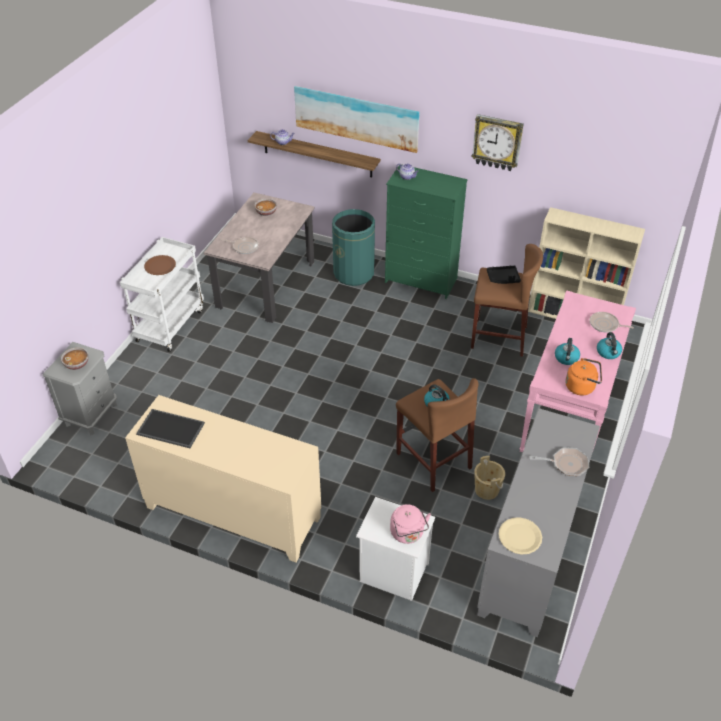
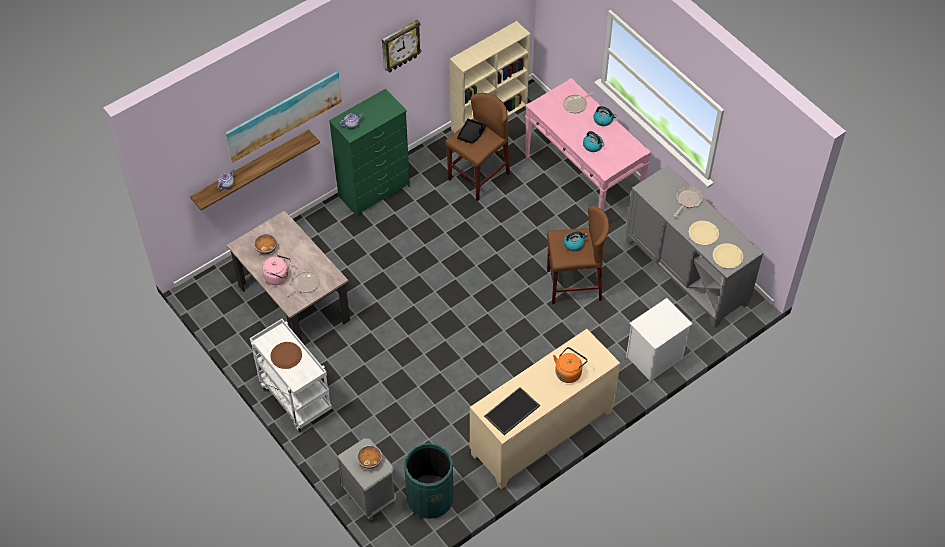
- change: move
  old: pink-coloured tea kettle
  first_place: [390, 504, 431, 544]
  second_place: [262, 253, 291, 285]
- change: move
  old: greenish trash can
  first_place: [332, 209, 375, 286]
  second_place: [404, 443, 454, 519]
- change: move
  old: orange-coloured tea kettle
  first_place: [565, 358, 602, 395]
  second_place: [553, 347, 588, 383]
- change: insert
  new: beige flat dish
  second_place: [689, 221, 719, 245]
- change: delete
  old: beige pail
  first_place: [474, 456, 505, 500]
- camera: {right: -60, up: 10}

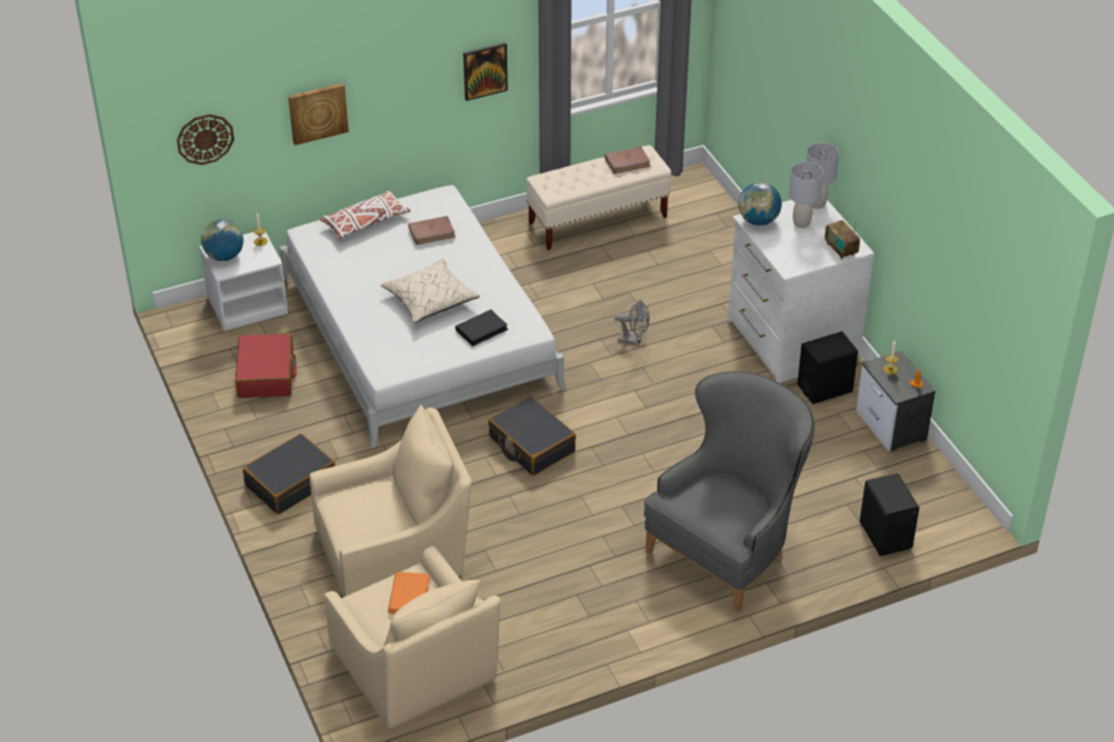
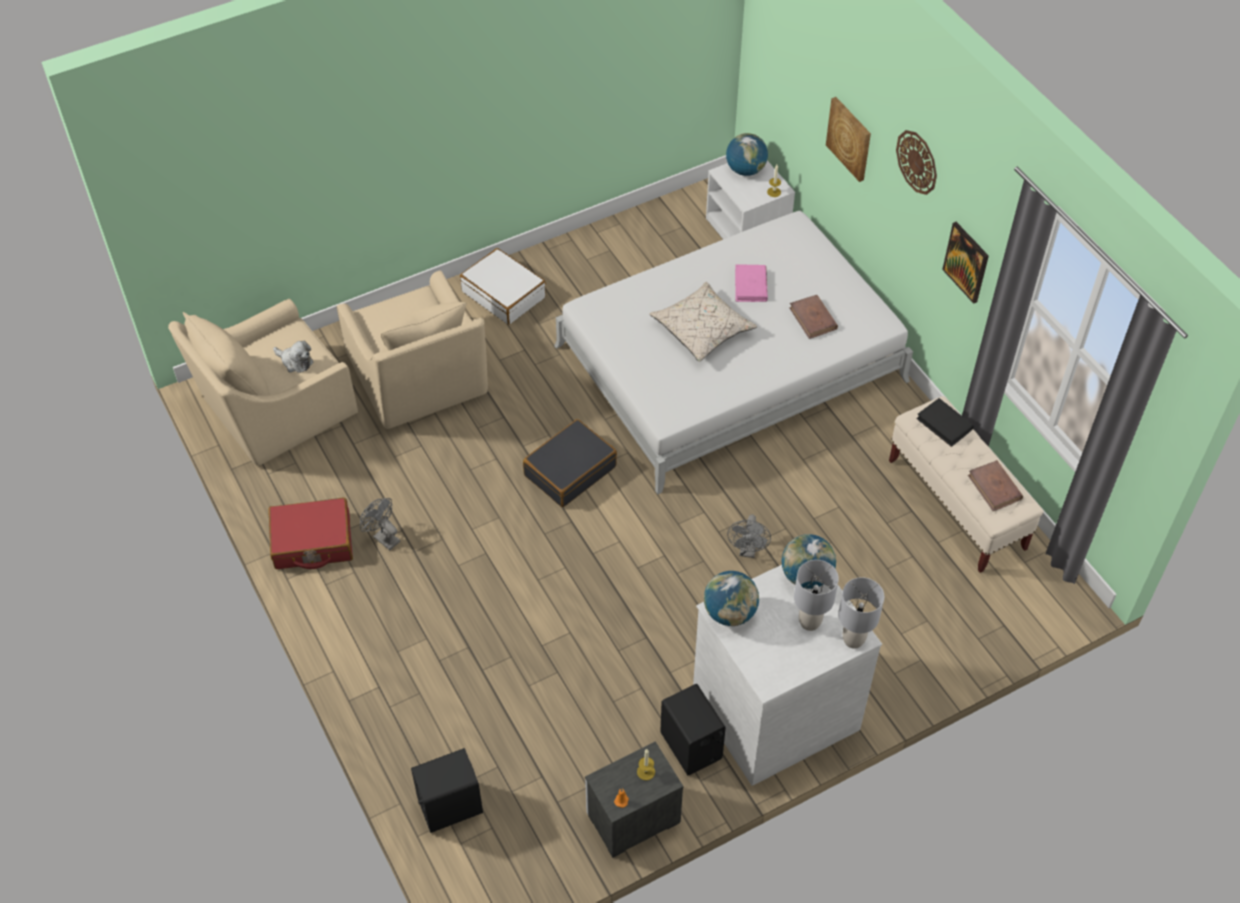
- change: move
  old: red travel case
  first_place: [235, 333, 297, 398]
  second_place: [268, 498, 353, 569]
- change: replace
  old: orange-coloured volume
  new: soft toy
  first_place: [388, 572, 430, 614]
  second_place: [273, 341, 313, 373]
- change: insert
  new: grey cooling fan
  second_place: [360, 498, 400, 550]
- change: recolor
  old: black-coloured travel case
  new: white travel case
  first_place: [243, 434, 335, 514]
  second_place: [460, 248, 546, 325]
- change: insert
  new: world globe
  second_place: [703, 571, 759, 626]
- change: insert
  new: pink-coloured volume
  second_place: [735, 265, 768, 302]
- change: move
  old: hanging clock
  first_place: [177, 114, 234, 165]
  second_place: [896, 130, 937, 195]
- change: move
  old: black-coloured volume
  first_place: [455, 310, 509, 347]
  second_place: [916, 398, 974, 447]
- change: delete
  old: white cushion
  first_place: [320, 191, 411, 239]
- change: delete
  old: grey easy chair
  first_place: [644, 371, 815, 612]
- change: delete
  old: radio
  first_place: [825, 220, 860, 260]
- camera: {right: 85, up: 10}

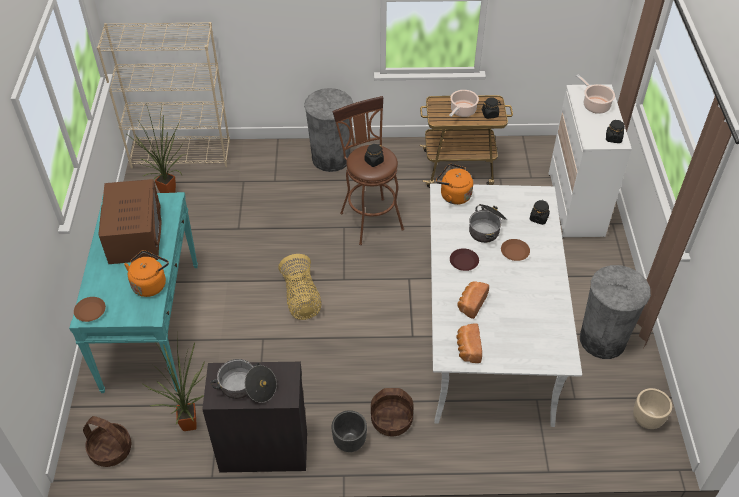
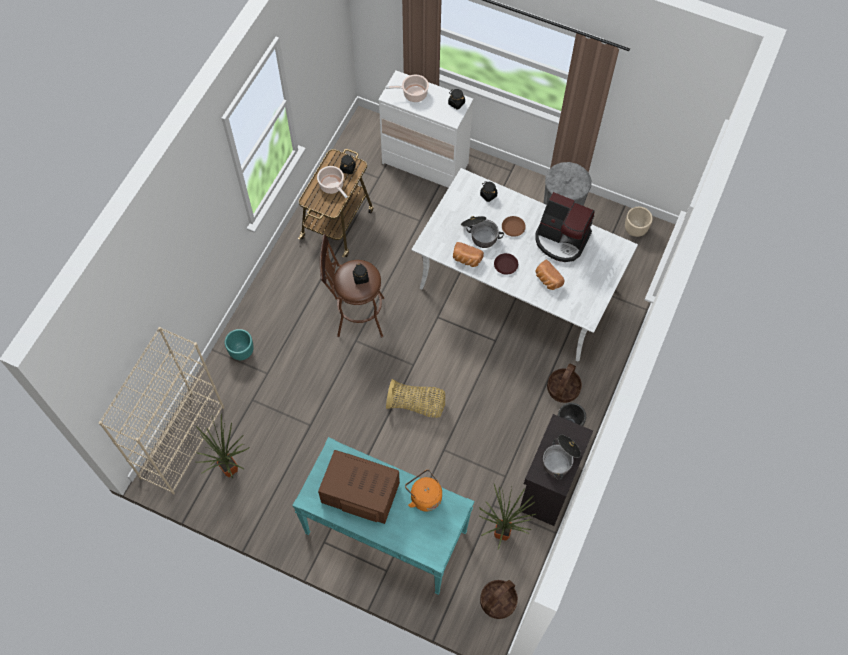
- change: insert
  new: blue-green plant pot
  second_place: [225, 329, 254, 360]
- change: move
  old: bakery bread
  first_place: [456, 323, 482, 363]
  second_place: [453, 242, 484, 267]
- change: insert
  new: coffee maker
  second_place: [535, 192, 595, 262]
- change: delete
  old: brown-coloured flat dish
  first_place: [74, 297, 106, 322]
- change: delete
  old: grey trash can
  first_place: [304, 88, 353, 172]
- change: delete
  old: orange-coloured tea kettle
  first_place: [436, 164, 473, 205]
- camera: {right: -65, up: 15}

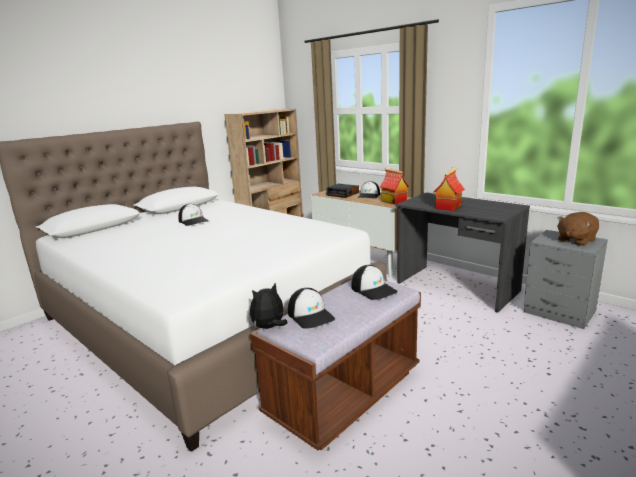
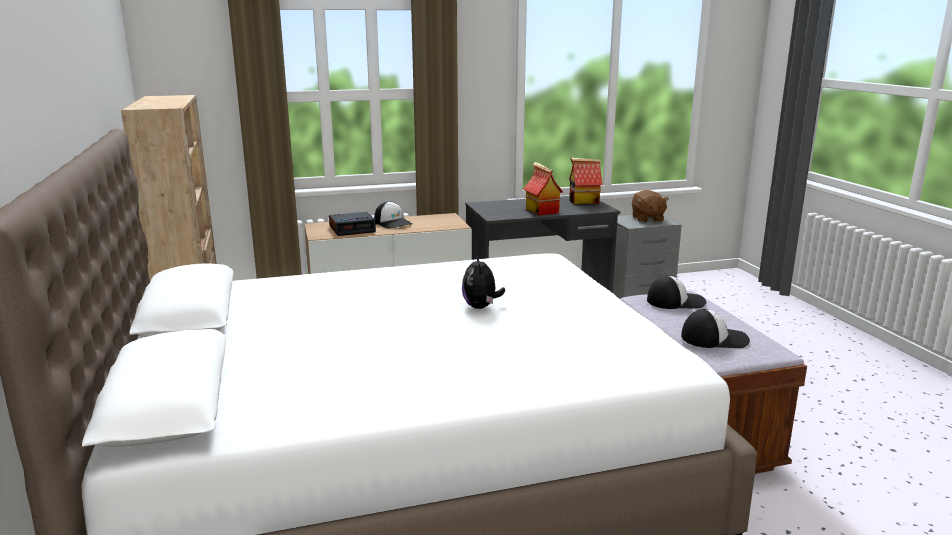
- change: move
  old: soft toy
  first_place: [250, 283, 288, 329]
  second_place: [462, 254, 505, 309]
- change: move
  old: model house
  first_place: [380, 167, 409, 205]
  second_place: [569, 158, 603, 205]
- change: delete
  old: peaked cap
  first_place: [178, 204, 209, 226]
- camera: {right: -60, up: 0}

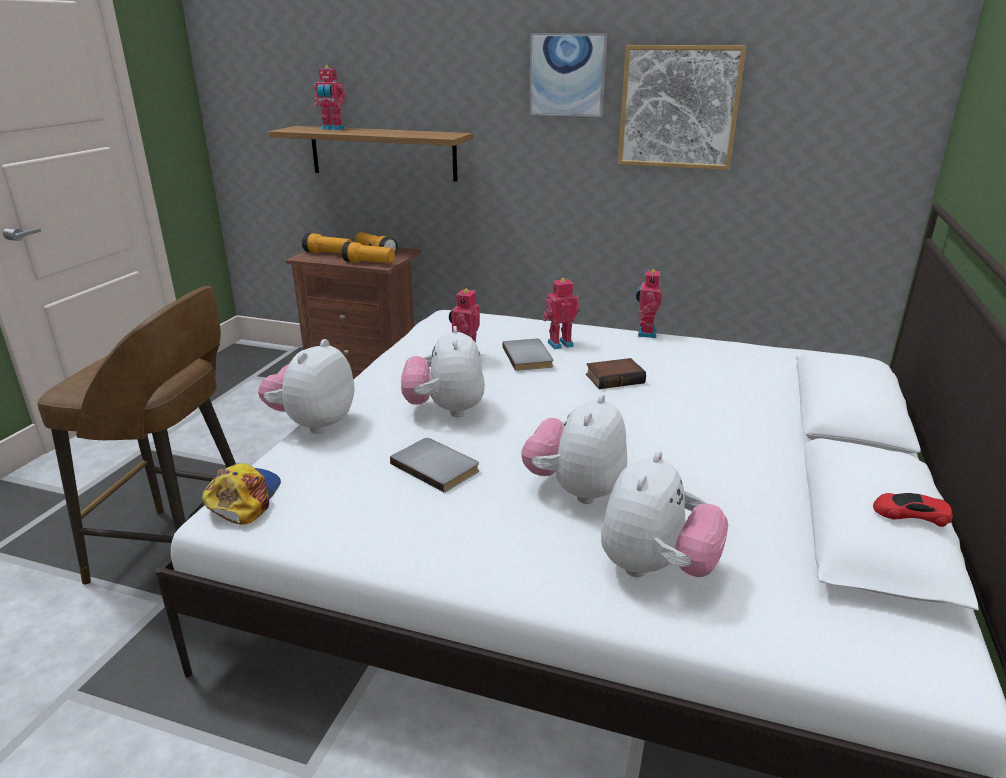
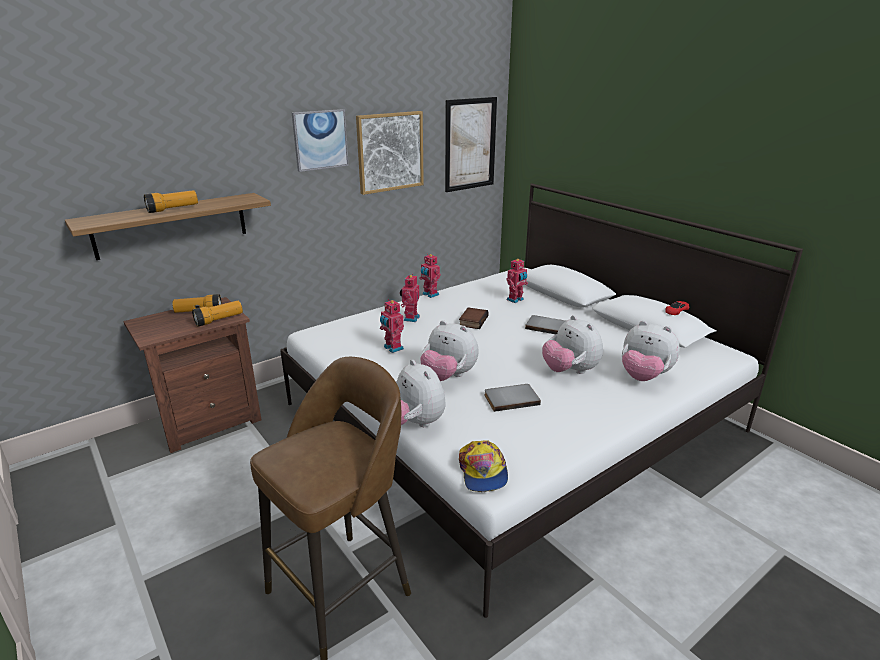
- change: move
  old: torch
  first_place: [302, 233, 352, 253]
  second_place: [144, 190, 198, 213]
- change: insert
  new: picture
  second_place: [445, 97, 497, 192]
- change: rotate
  old: peaked cap
  first_place: [202, 463, 281, 525]
  second_place: [459, 440, 508, 492]
  degrees: -135
- change: move
  old: toy robot
  first_place: [314, 65, 345, 130]
  second_place: [506, 258, 528, 303]
- change: move
  old: grey volume
  first_place: [502, 339, 553, 371]
  second_place: [525, 315, 565, 335]
- change: rotate
  old: soft toy
  first_place: [601, 451, 728, 577]
  second_place: [622, 321, 680, 381]
  degrees: 150
- camera: {right: -55, up: 0}

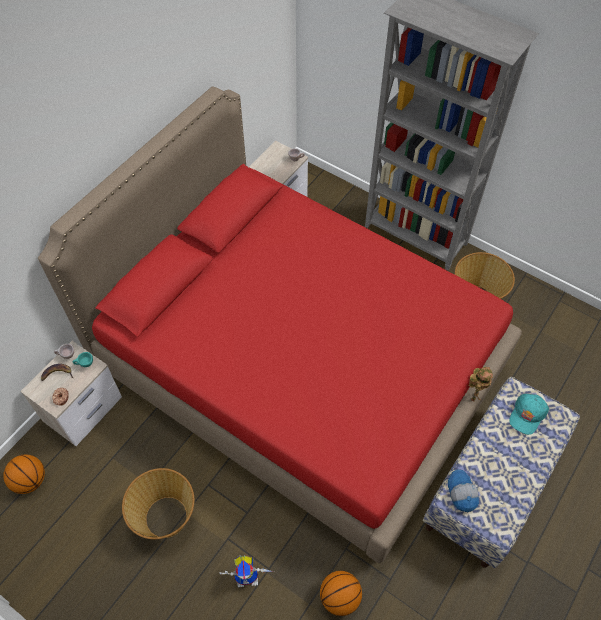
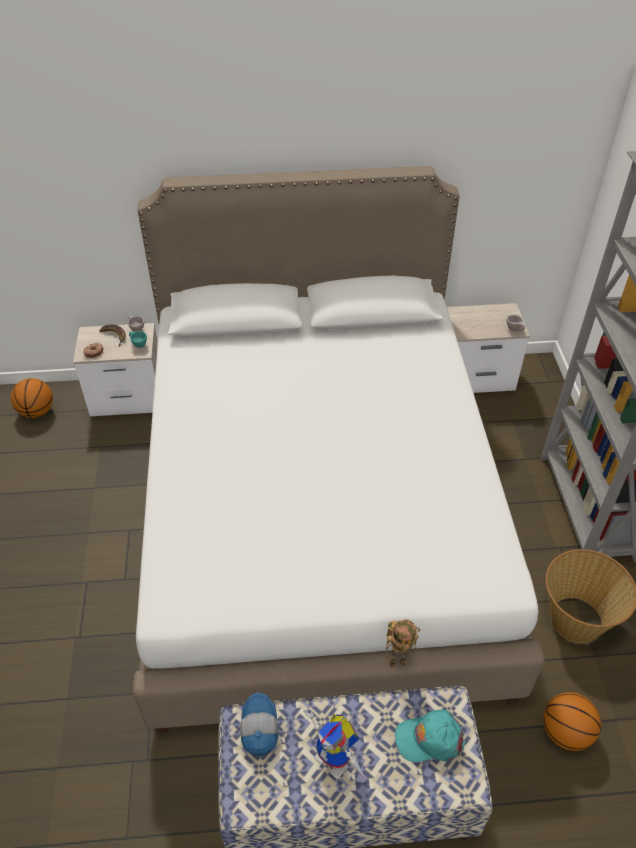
- change: recolor
  old: red sleeping bed
  new: white sleeping bed
  first_place: [38, 86, 522, 563]
  second_place: [132, 166, 545, 733]
- change: rotate
  old: peaked cap
  first_place: [448, 469, 479, 512]
  second_place: [240, 692, 278, 757]
  degrees: -45
- change: move
  old: toy robot
  first_place: [219, 555, 274, 587]
  second_place: [304, 708, 366, 780]
- change: move
  old: basketball
  first_place: [320, 571, 362, 616]
  second_place: [543, 692, 601, 751]
- change: delete
  old: basket
  first_place: [122, 468, 194, 539]
- camera: {right: 50, up: -10}

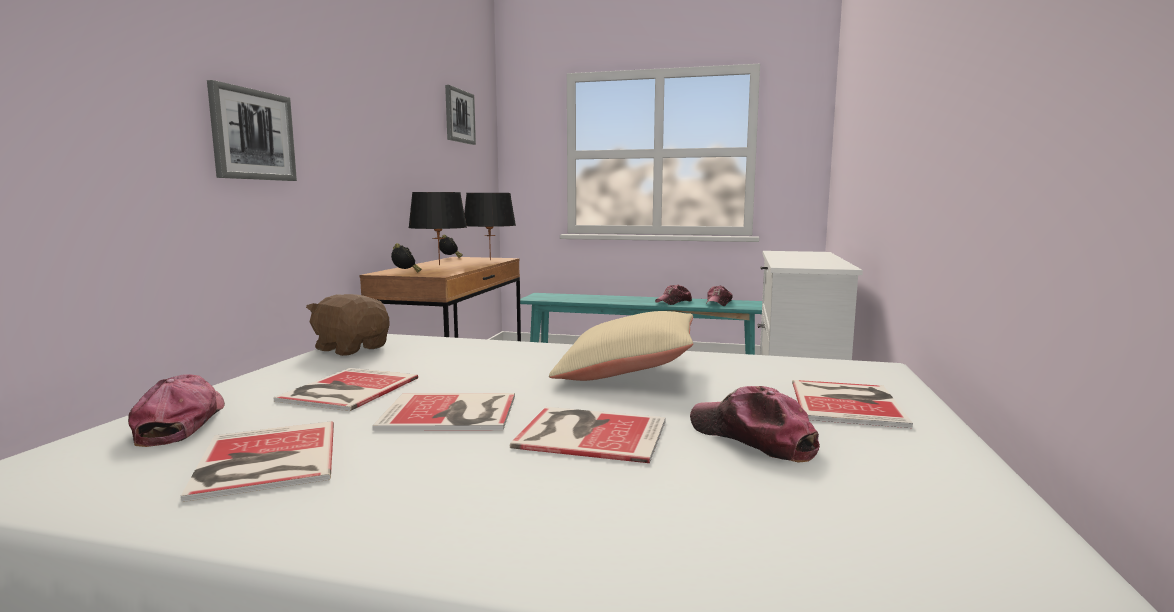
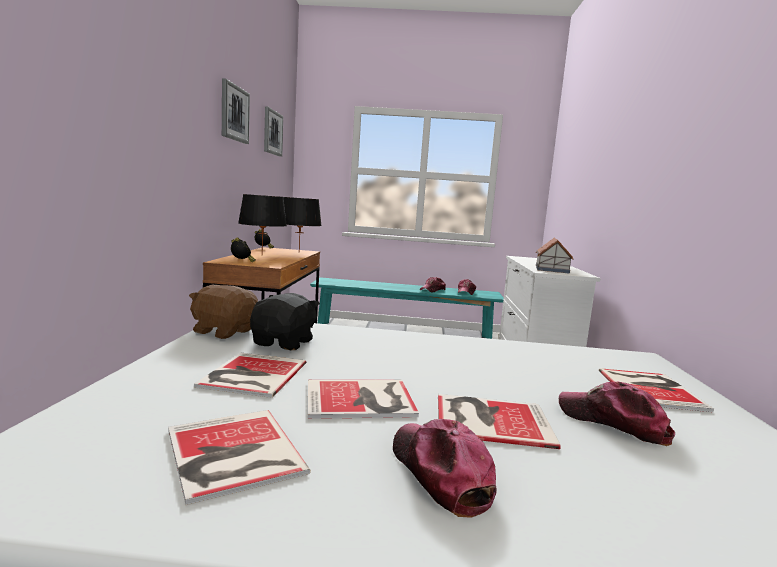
- change: move
  old: picture
  first_place: [207, 80, 297, 181]
  second_place: [222, 78, 250, 144]
- change: insert
  new: black-coloured soft toy
  second_place: [250, 293, 320, 350]
- change: move
  old: peaked cap
  first_place: [128, 374, 225, 447]
  second_place: [393, 419, 497, 518]
- change: insert
  new: model house
  second_place: [536, 238, 573, 274]
- change: delete
  old: beige cushion
  first_place: [549, 311, 693, 381]
- camera: {right: -10, up: 0}

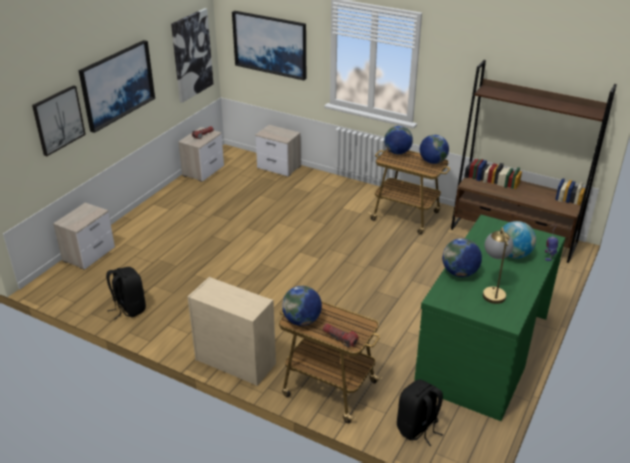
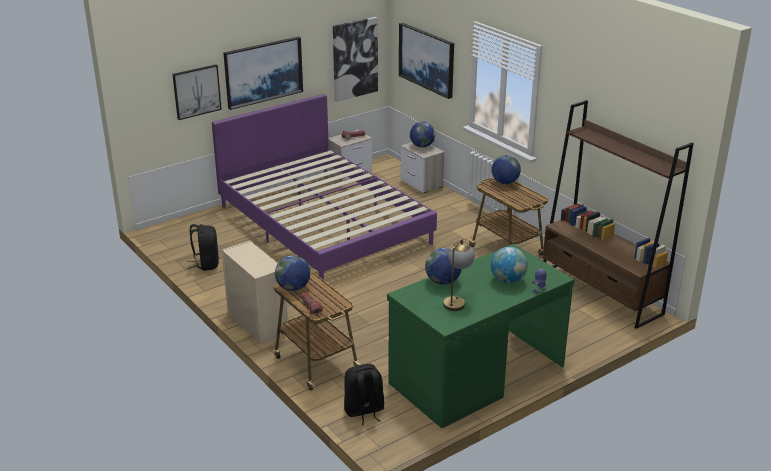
- change: insert
  new: purple-coloured sleeping bed
  second_place: [212, 94, 437, 280]
- change: move
  old: world globe
  first_place: [420, 135, 449, 164]
  second_place: [410, 122, 435, 147]
- change: delete
  old: nightstand
  first_place: [53, 203, 115, 269]
- camera: {right: 25, up: -5}

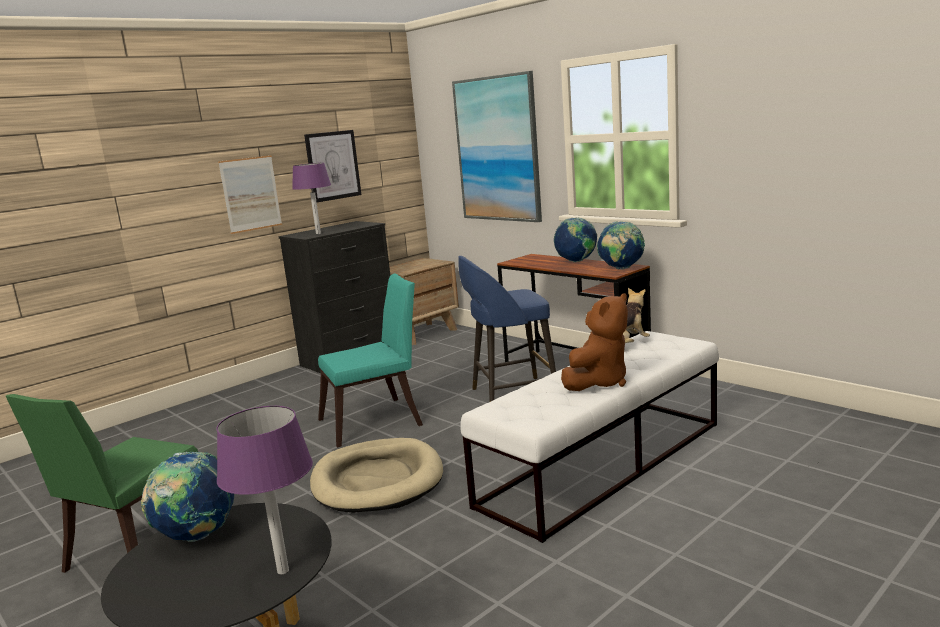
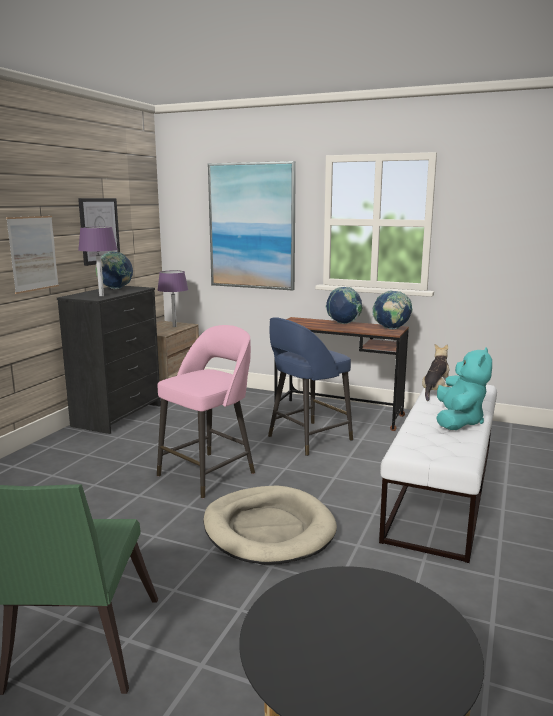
- change: move
  old: world globe
  first_place: [141, 452, 234, 542]
  second_place: [95, 251, 133, 289]
- change: replace
  old: blue-green chair
  new: pink-coloured stool seat
  first_place: [318, 273, 423, 448]
  second_place: [157, 325, 255, 499]
- change: move
  old: purple-coloured lamp for a table
  first_place: [217, 406, 313, 574]
  second_place: [158, 270, 188, 327]
- change: recolor
  old: brown-coloured soft toy
  new: blue-green soft toy
  first_place: [561, 293, 628, 391]
  second_place: [436, 347, 492, 430]
- camera: {right: -25, up: 0}

